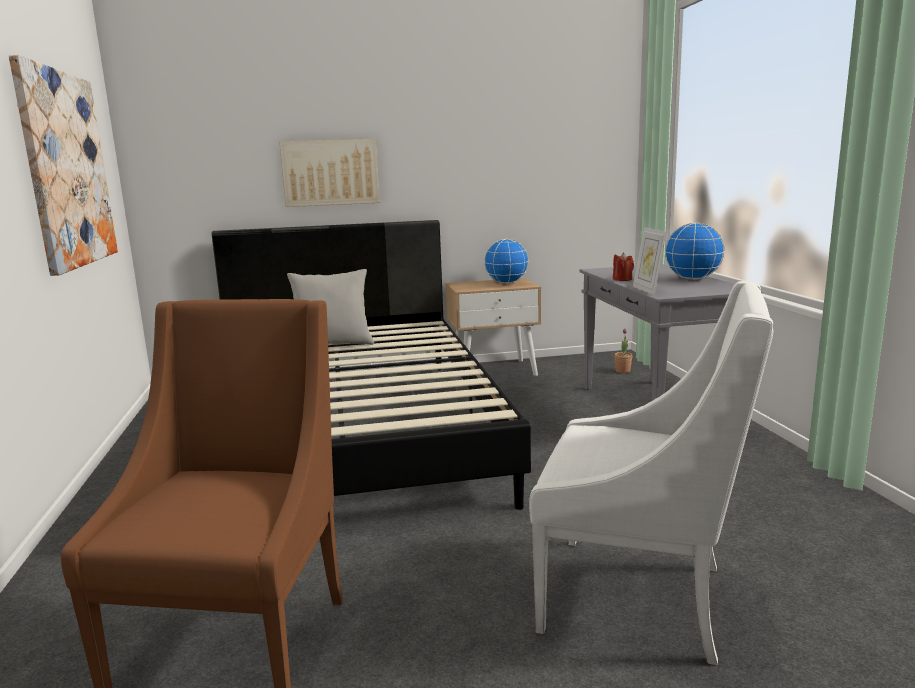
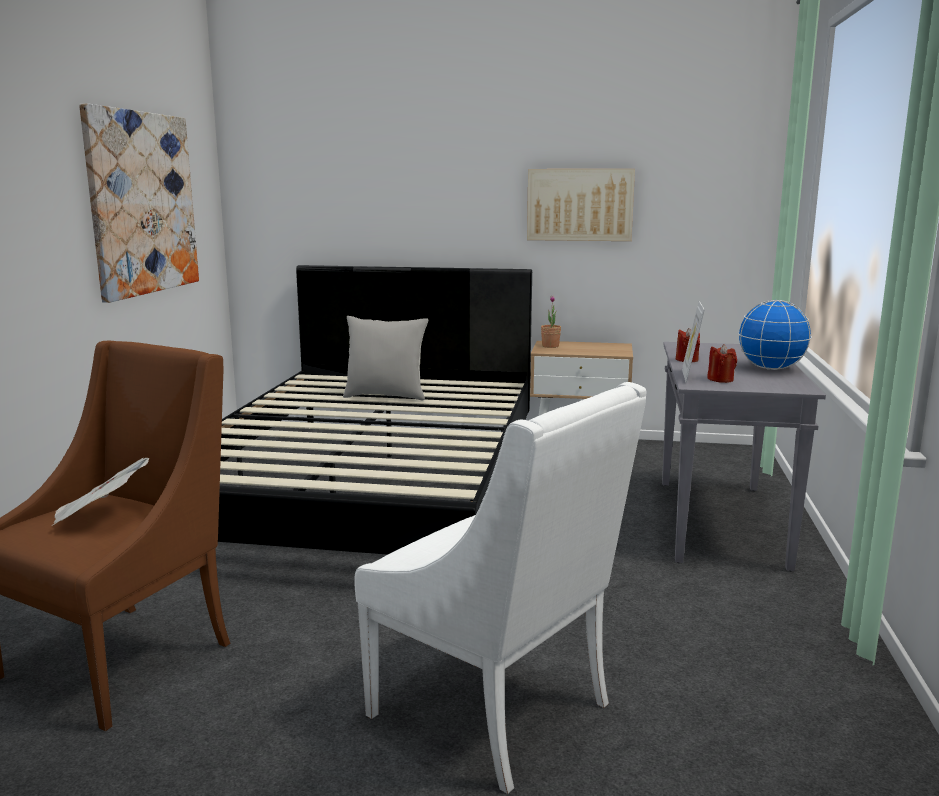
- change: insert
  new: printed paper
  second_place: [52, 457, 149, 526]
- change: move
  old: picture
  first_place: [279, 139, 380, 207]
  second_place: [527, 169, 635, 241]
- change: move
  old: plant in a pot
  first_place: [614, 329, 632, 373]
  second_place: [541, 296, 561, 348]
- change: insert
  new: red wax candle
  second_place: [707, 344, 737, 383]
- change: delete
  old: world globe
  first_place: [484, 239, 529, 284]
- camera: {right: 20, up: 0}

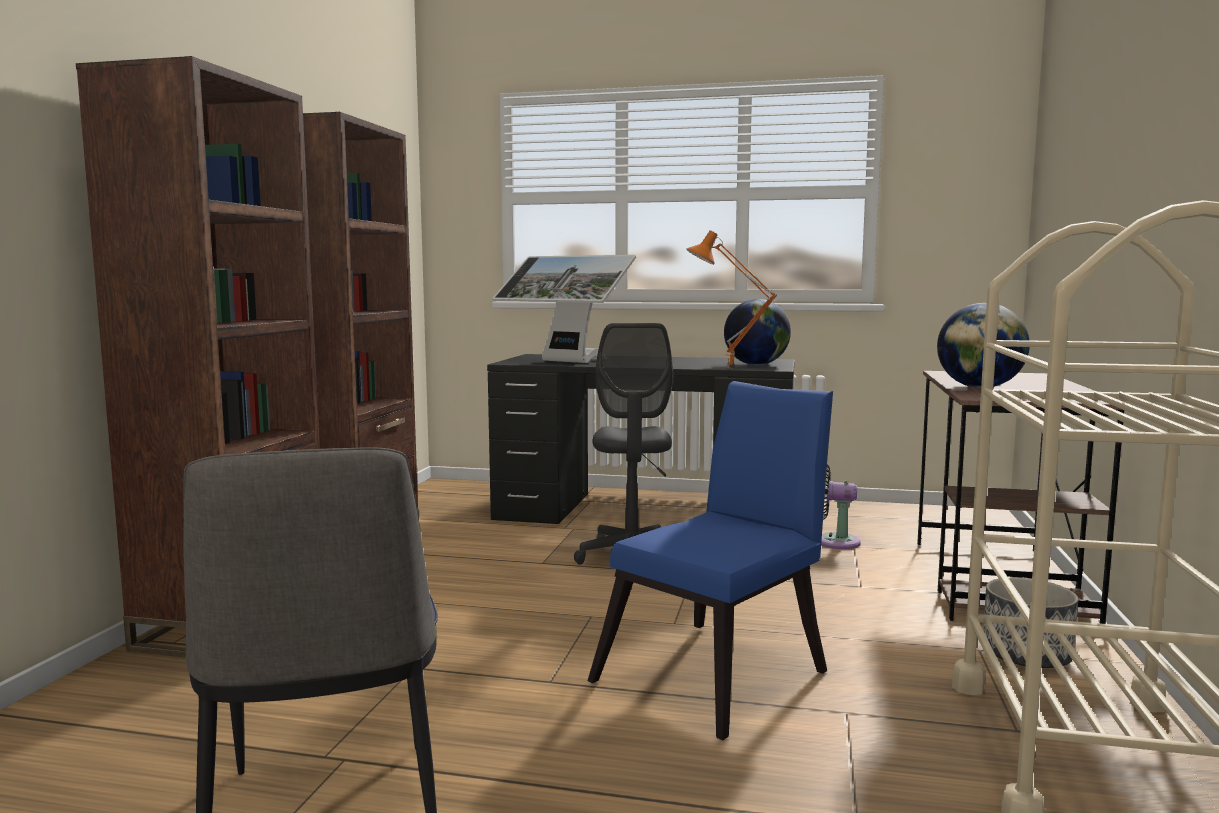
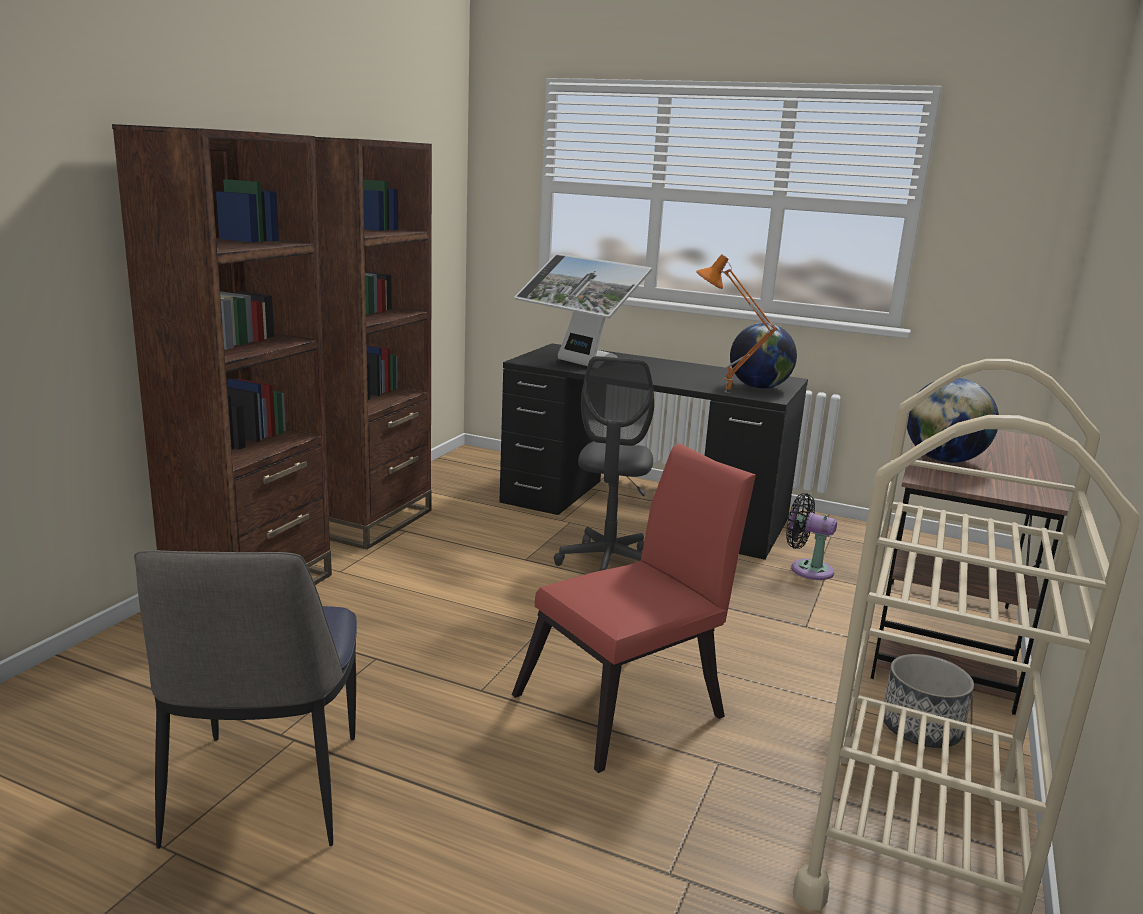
- change: recolor
  old: blue-coloured chair
  new: red chair
  first_place: [587, 381, 833, 740]
  second_place: [512, 444, 756, 773]
- camera: {right: 10, up: 10}

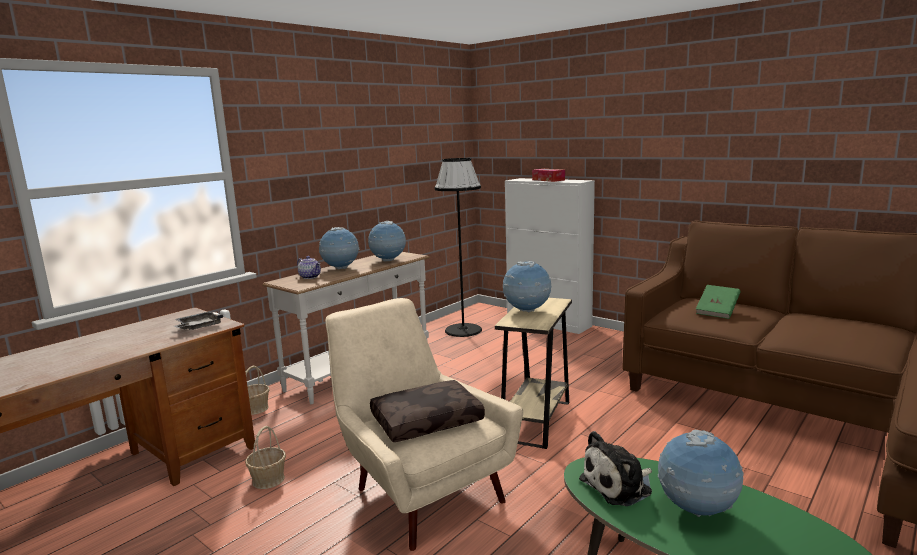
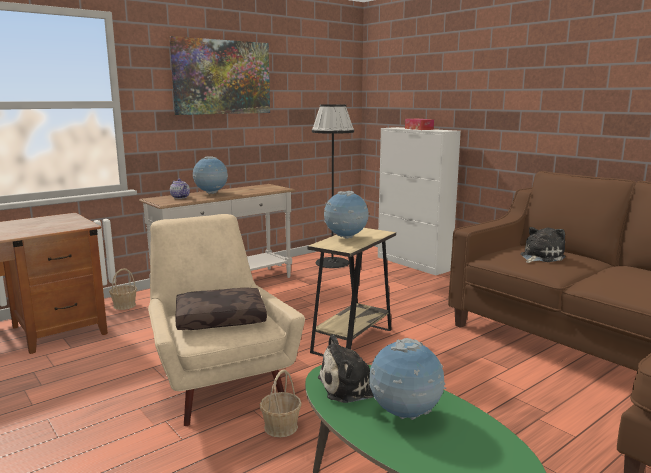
- change: insert
  new: picture
  second_place: [170, 36, 270, 115]
- change: move
  old: basket
  first_place: [245, 426, 286, 489]
  second_place: [260, 369, 302, 437]
- change: replace
  old: greenish volume
  new: soft toy
  first_place: [696, 285, 741, 319]
  second_place: [521, 227, 566, 263]
- change: delete
  old: grey serving tray
  first_place: [174, 312, 223, 330]
- change: delete
  old: world globe
  first_place: [368, 221, 406, 262]
- camera: {right: 10, up: 0}

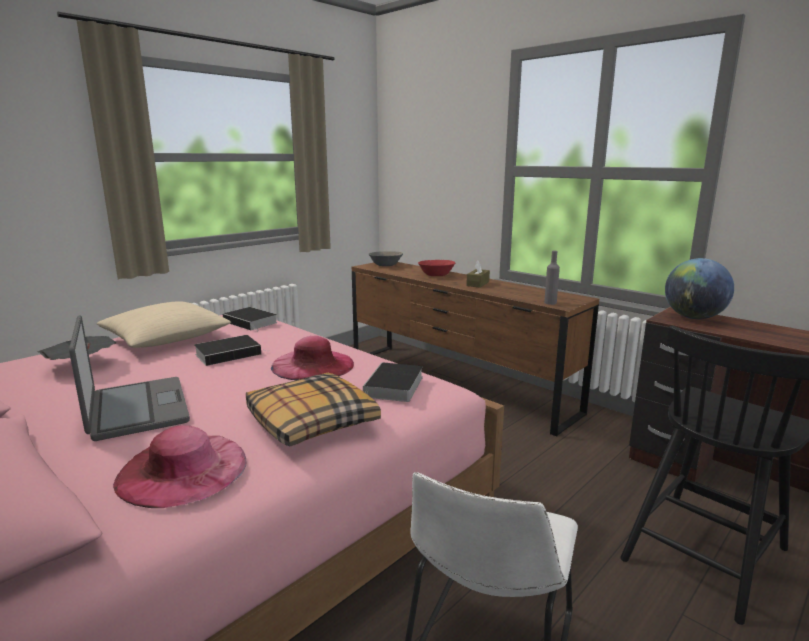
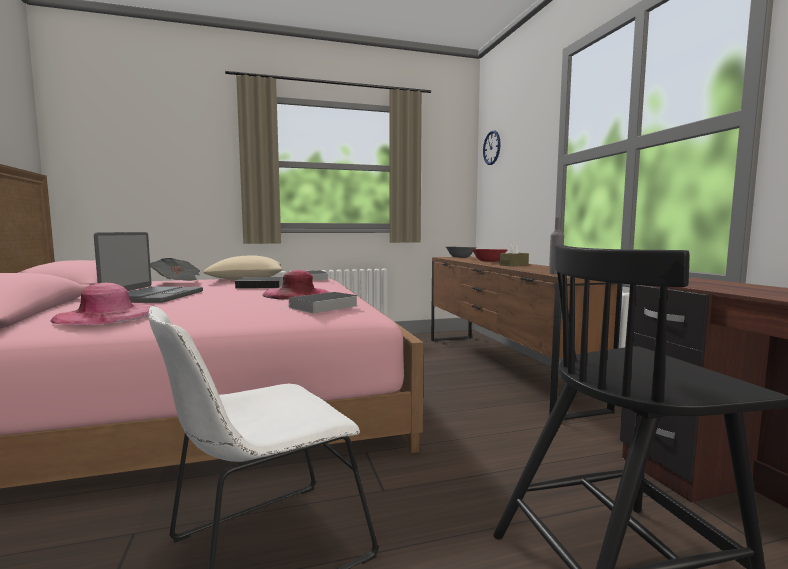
- change: insert
  new: hanging clock
  second_place: [483, 130, 501, 165]
- change: delete
  old: cushion
  first_place: [246, 373, 381, 447]
- change: delete
  old: world globe
  first_place: [665, 258, 734, 319]
- camera: {right: 30, up: -10}

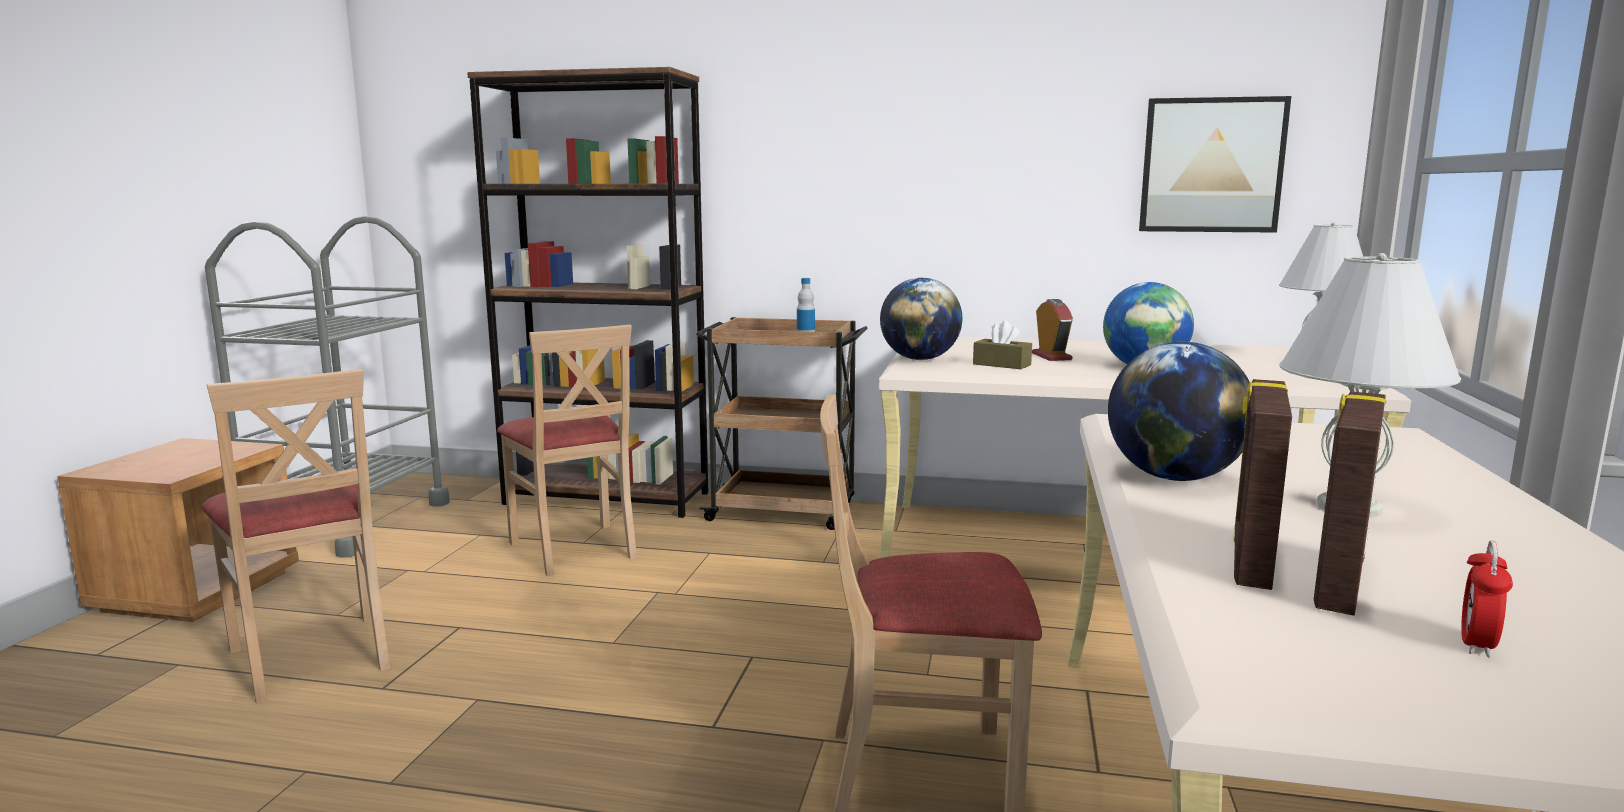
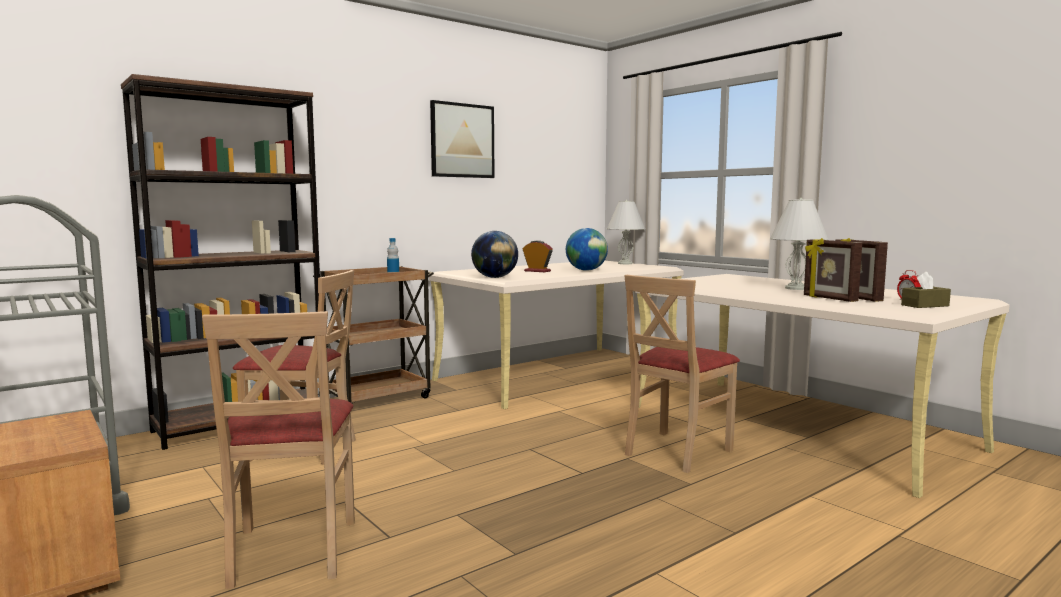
- change: rotate
  old: beige chair
  first_place: [202, 369, 390, 704]
  second_place: [202, 311, 355, 589]
  degrees: 75
- change: move
  old: picture
  first_place: [1139, 96, 1291, 233]
  second_place: [430, 100, 495, 178]
- change: move
  old: brown-coloured tissue holder
  first_place: [973, 321, 1032, 369]
  second_place: [901, 272, 951, 308]
- change: delete
  old: world globe
  first_place: [1108, 342, 1250, 481]
- camera: {right: -50, up: -5}

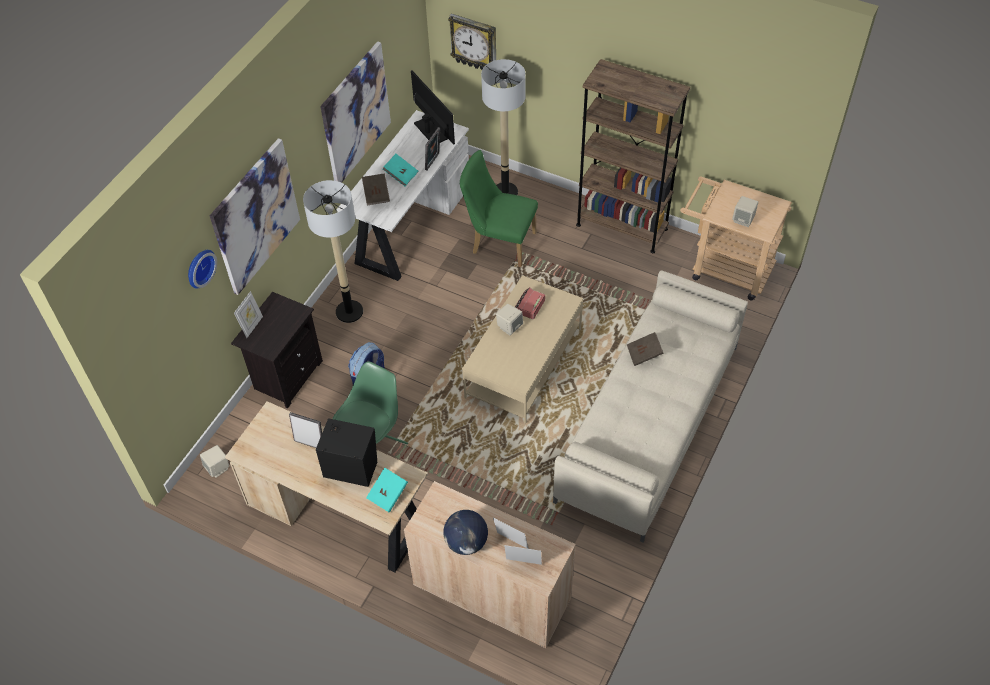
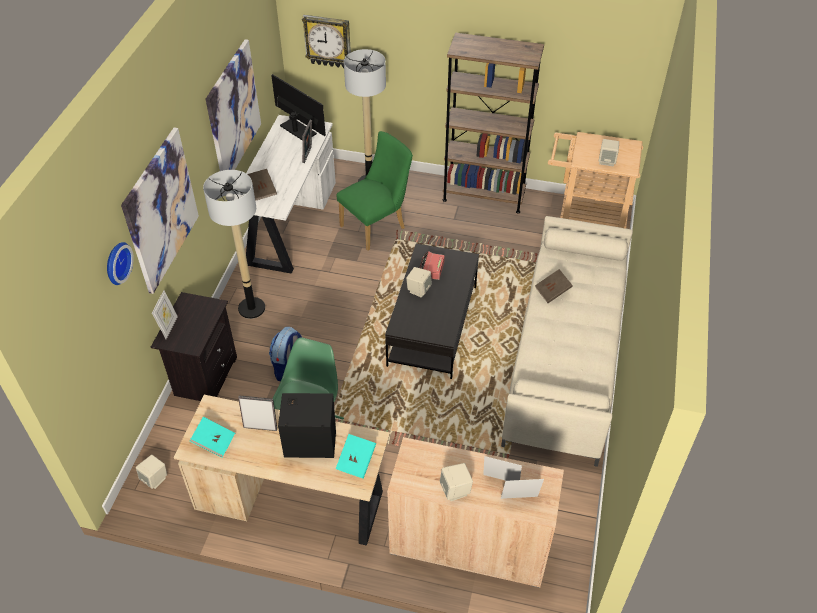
- change: move
  old: blue-green volume
  first_place: [383, 154, 418, 186]
  second_place: [190, 417, 235, 458]
- change: rotate
  old: greenish chair
  first_place: [460, 150, 538, 267]
  second_place: [336, 131, 413, 251]
  degrees: 135
- change: recolor
  old: beige coffee table
  new: black-coloured coffee table
  first_place: [462, 275, 583, 424]
  second_place: [385, 244, 479, 379]
- change: replace
  old: world globe
  new: beige audio speaker
  first_place: [443, 510, 488, 555]
  second_place: [440, 463, 473, 501]
- camera: {right: -15, up: -5}

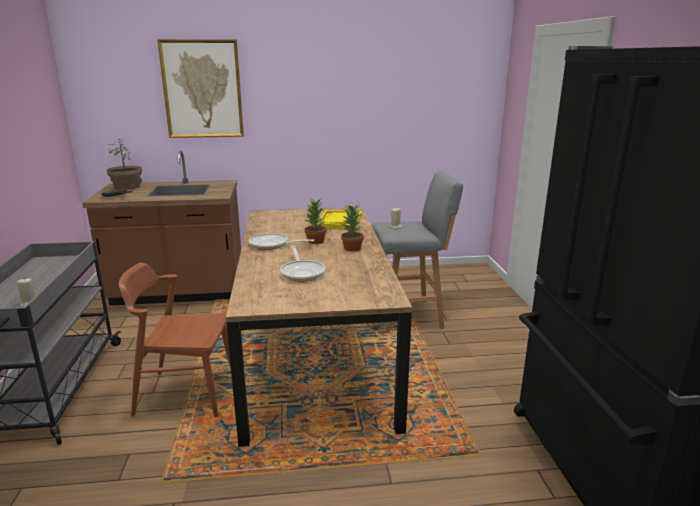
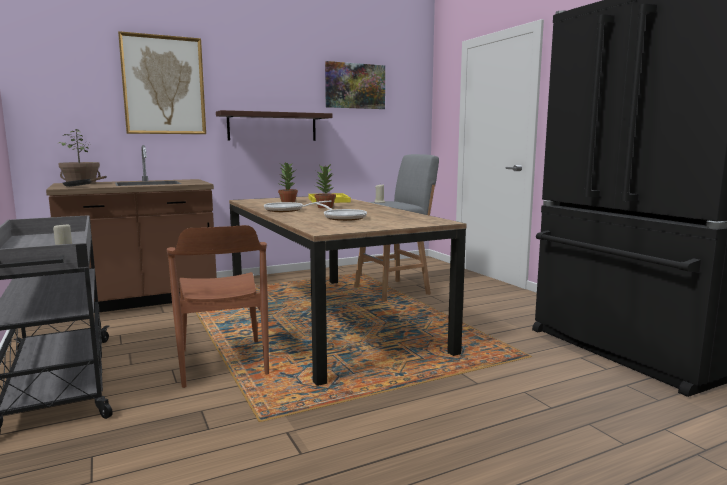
- change: rotate
  old: brown-coloured chair
  first_place: [119, 263, 231, 417]
  second_place: [167, 225, 269, 388]
  degrees: -90
- change: insert
  new: wall shelf
  second_place: [216, 110, 332, 141]
- change: move
  old: plant in a pot
  first_place: [341, 205, 364, 251]
  second_place: [278, 162, 298, 202]
- change: insert
  new: picture
  second_place: [325, 61, 385, 109]
- camera: {right: -20, up: -10}

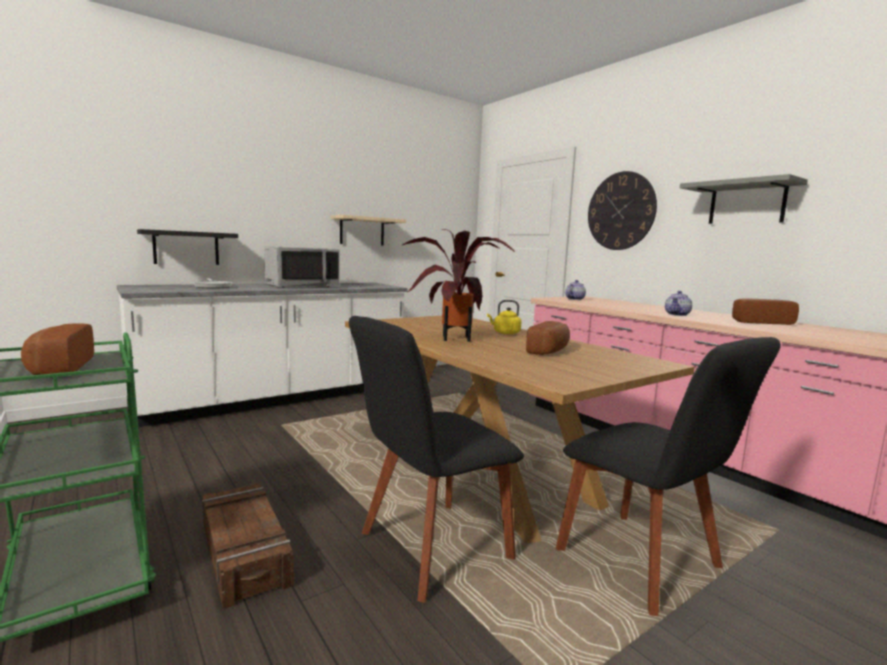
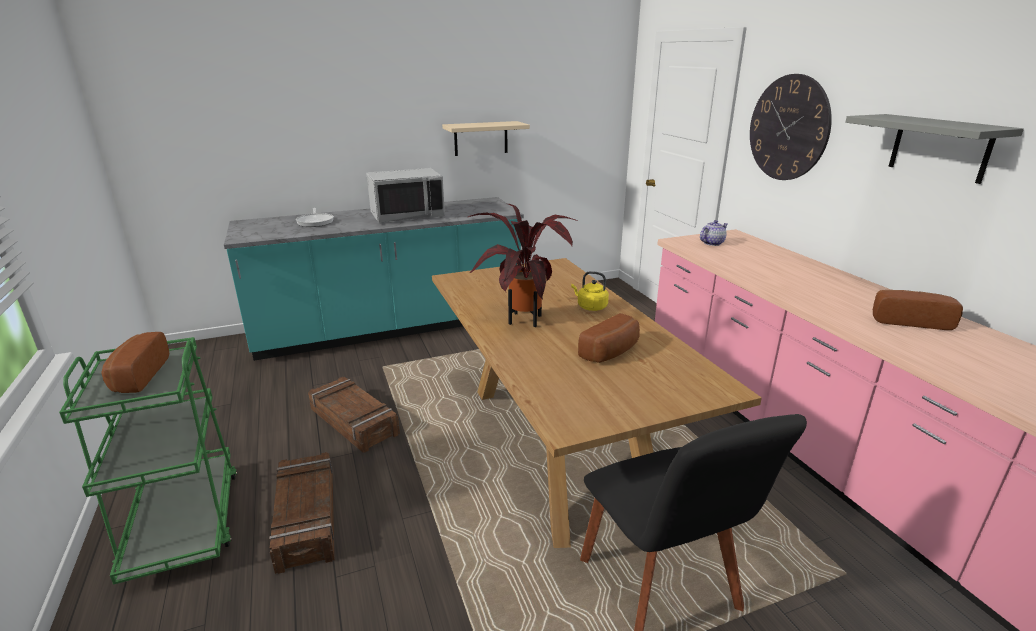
- change: recolor
  old: white counter
  new: blue-green counter
  first_place: [117, 283, 408, 427]
  second_place: [224, 197, 524, 361]
- change: insert
  new: crate
  second_place: [308, 377, 400, 453]
- change: delete
  old: black-coloured wall shelf
  first_place: [137, 229, 238, 265]
- change: delete
  old: black-coloured chair
  first_place: [349, 316, 524, 603]
- change: delete
  old: pot for tea
  first_place: [665, 291, 692, 316]
- camera: {right: 15, up: 15}

